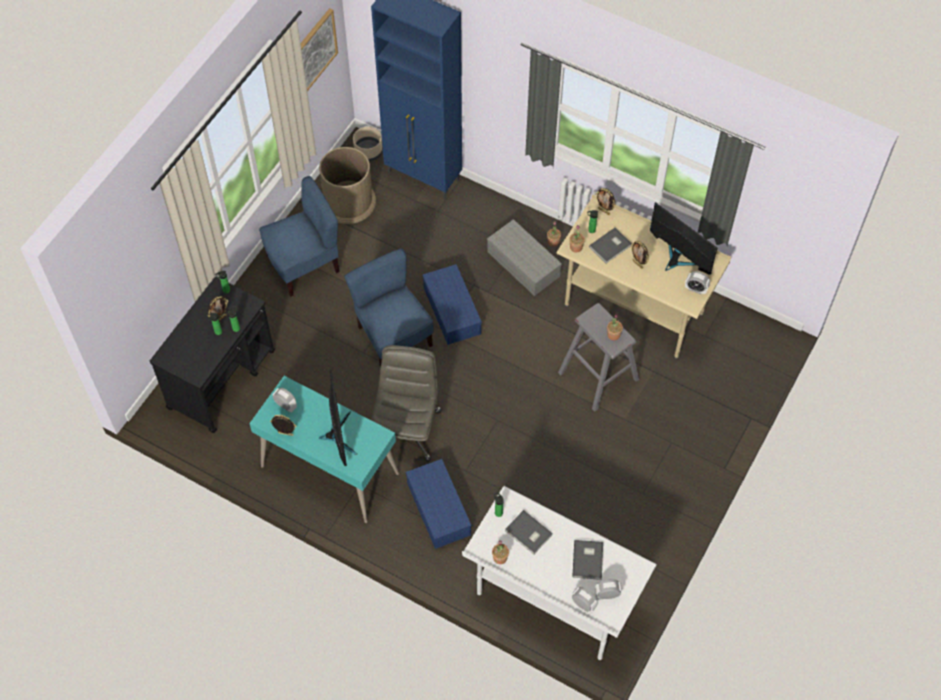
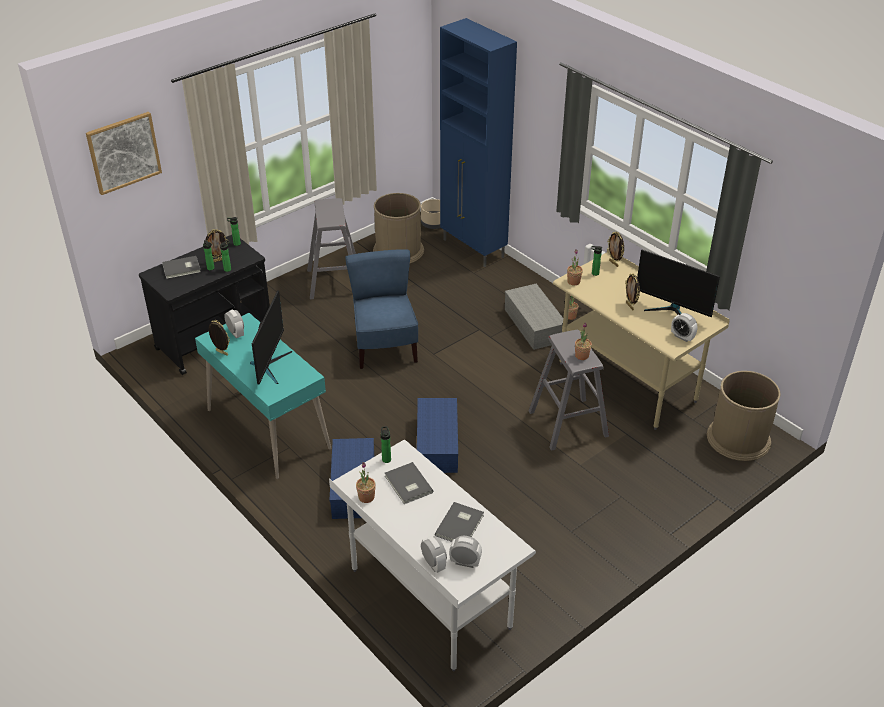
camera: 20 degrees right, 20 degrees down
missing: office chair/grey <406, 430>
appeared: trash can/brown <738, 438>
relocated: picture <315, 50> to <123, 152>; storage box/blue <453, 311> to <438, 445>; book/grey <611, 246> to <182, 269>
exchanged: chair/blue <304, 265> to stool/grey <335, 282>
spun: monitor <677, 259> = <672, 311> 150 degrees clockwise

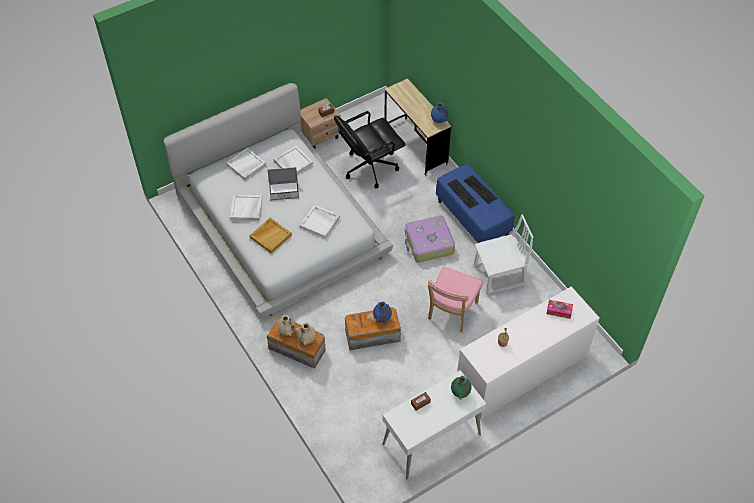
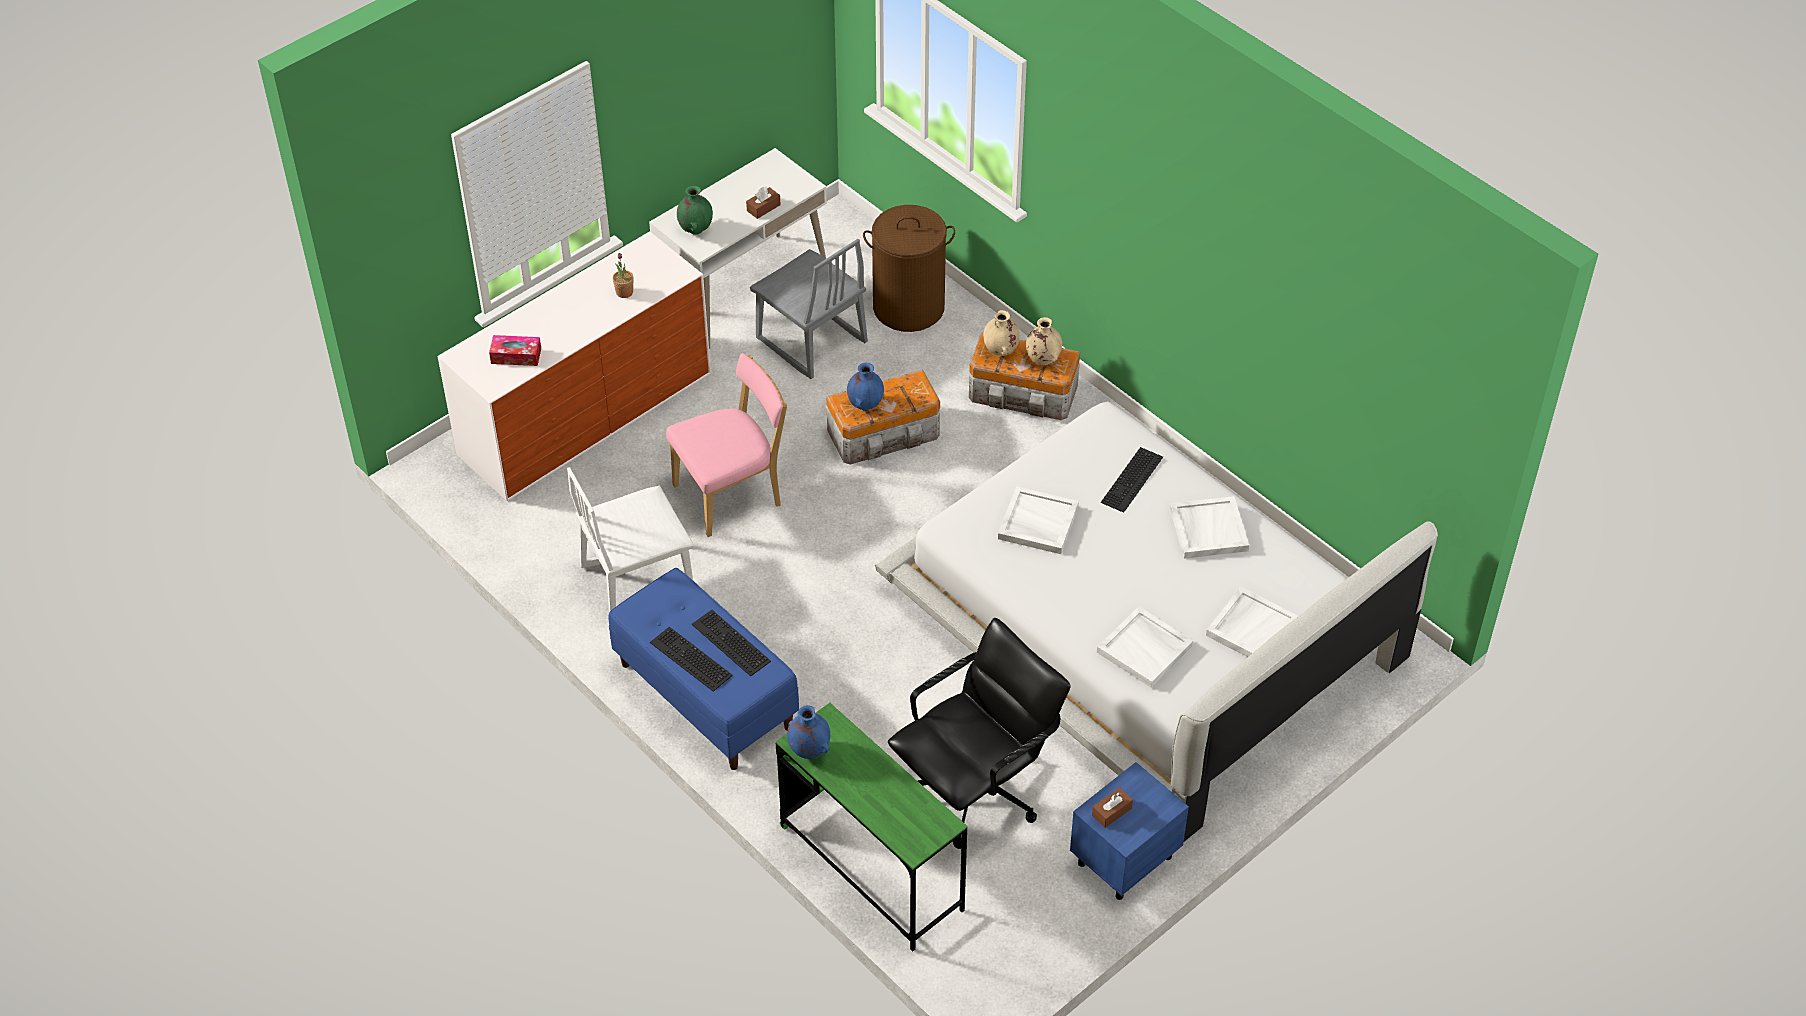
camera: 170 degrees right, 5 degrees down
missing: laptop <284, 190>; suitcase <428, 244>
appeared: chair/grey <810, 341>; laundry basket/brown <909, 307>
exchanged: tray/beige <270, 236> to keyboard <1133, 481>
colour: nightstand/beige <320, 136> to nightstand/blue <1123, 860>; desk/beige <415, 146> to desk/green <871, 868>
spun: chair/pink <451, 313> = <732, 494> 45 degrees clockwise

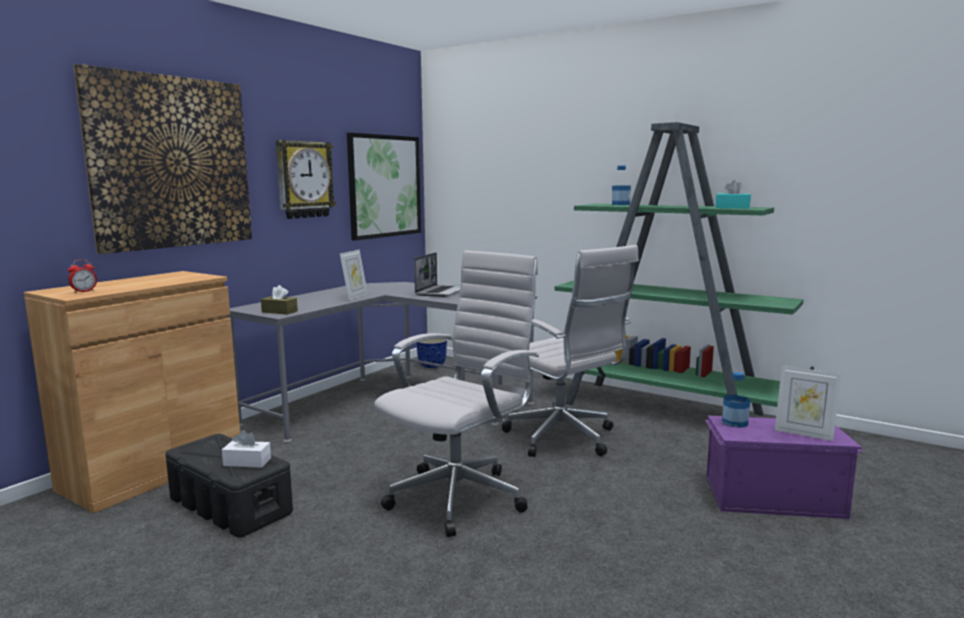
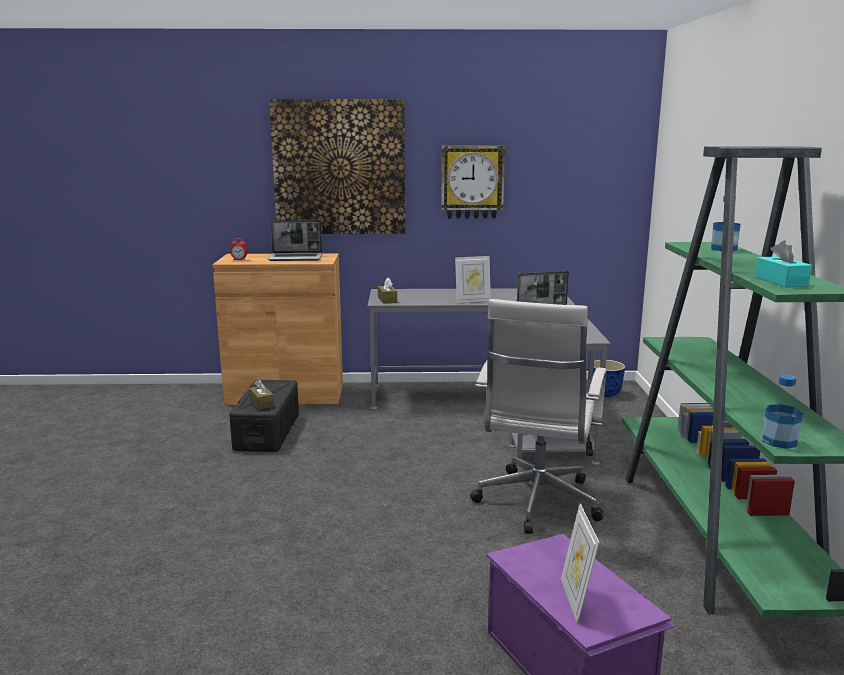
camera: 55 degrees right, 5 degrees up
missing: picture <384, 186>; office chair/white <461, 496>
appeared: laptop <296, 258>
relocated: bottle <734, 422> to <779, 441>
colour: tissue box/white <247, 462> to tissue box/brown <262, 403>

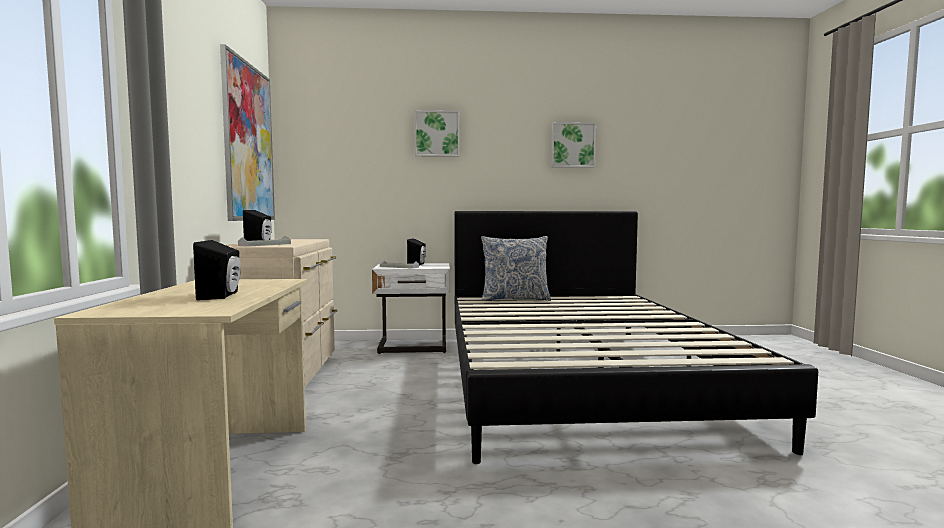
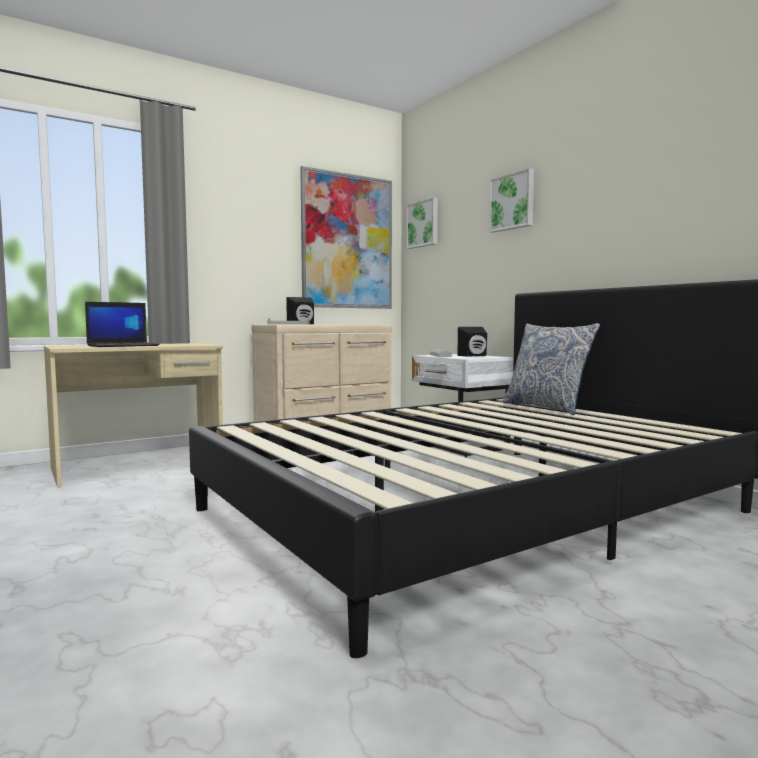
camera: 60 degrees right, 0 degrees up
relocated: picture <572, 145> to <423, 224>
exchanged: speaker/black <222, 295> to laptop <123, 345>

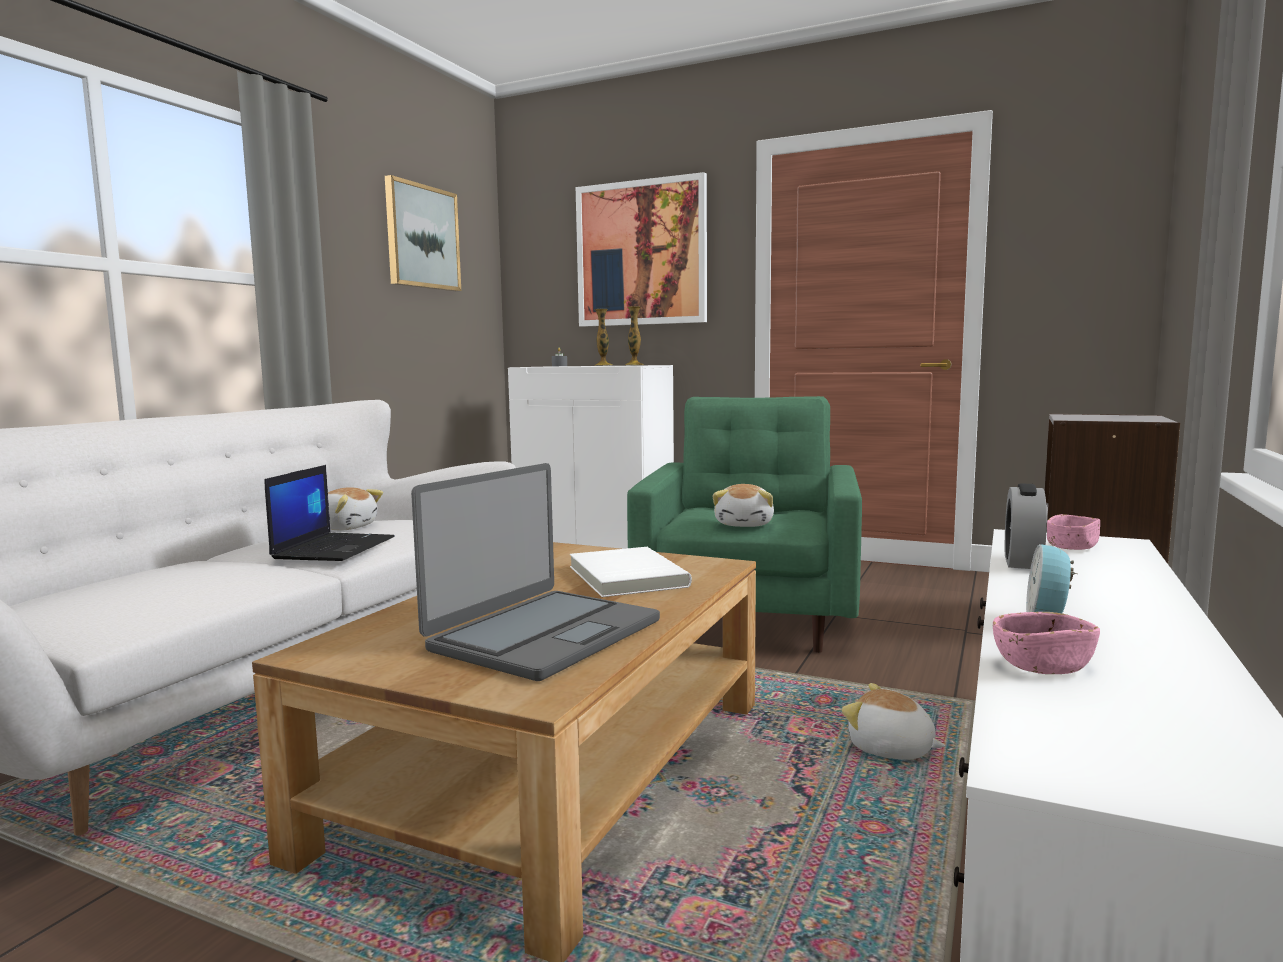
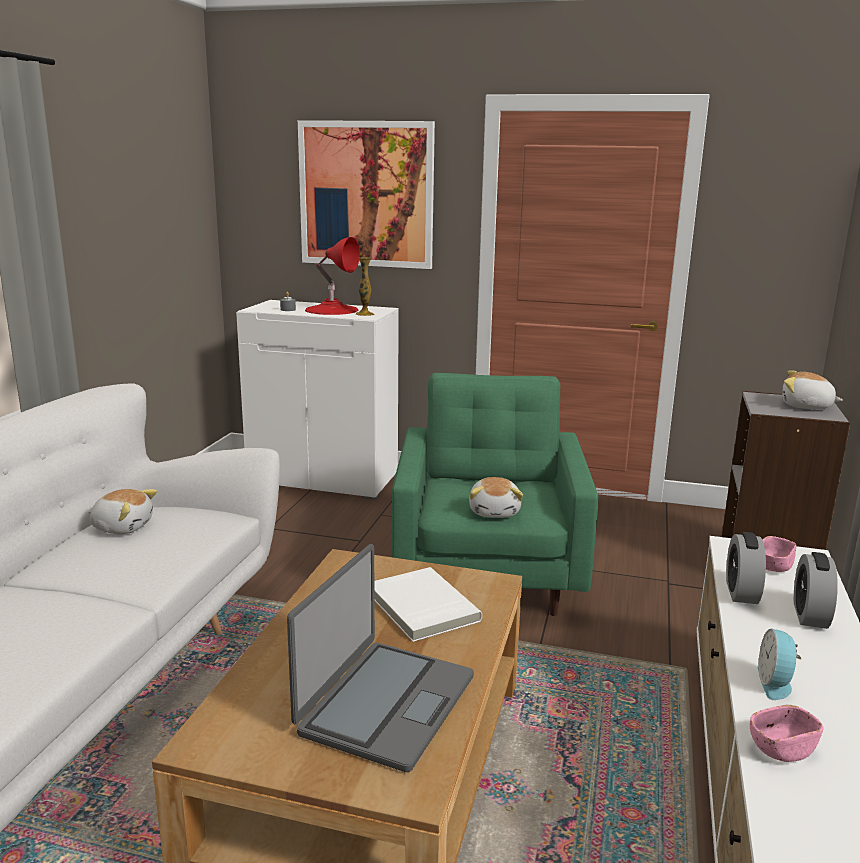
camera: 10 degrees left, 10 degrees up
missing: laptop <334, 548>; picture <422, 237>
appeared: alarm clock <810, 615>
relocated: plush toy <890, 749> to <806, 406>
exchanged: vase <603, 365> to table lamp/red <332, 310>

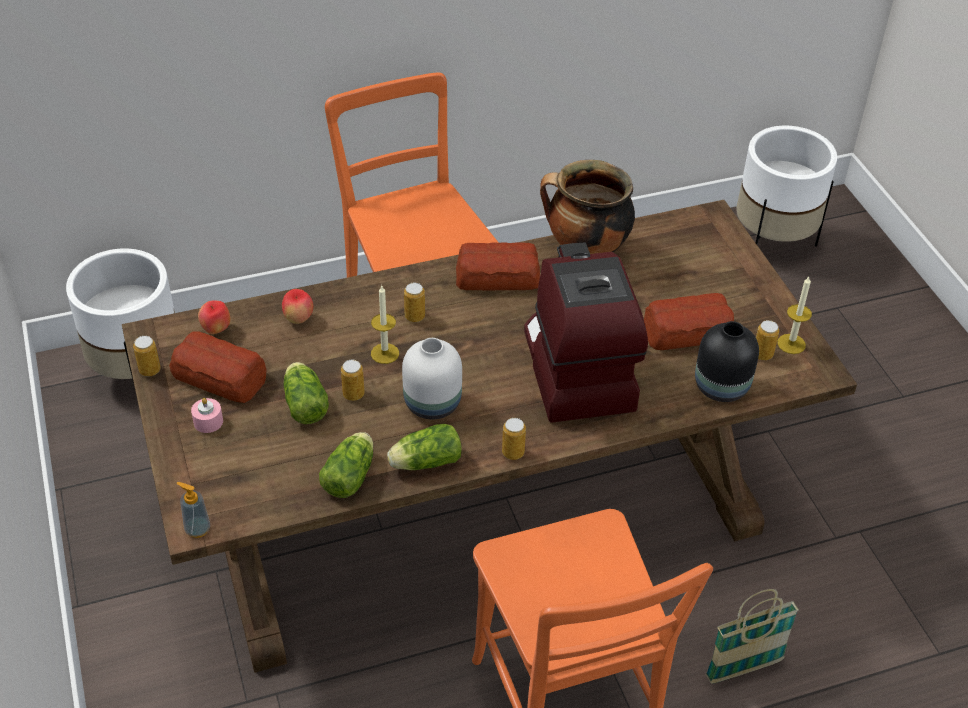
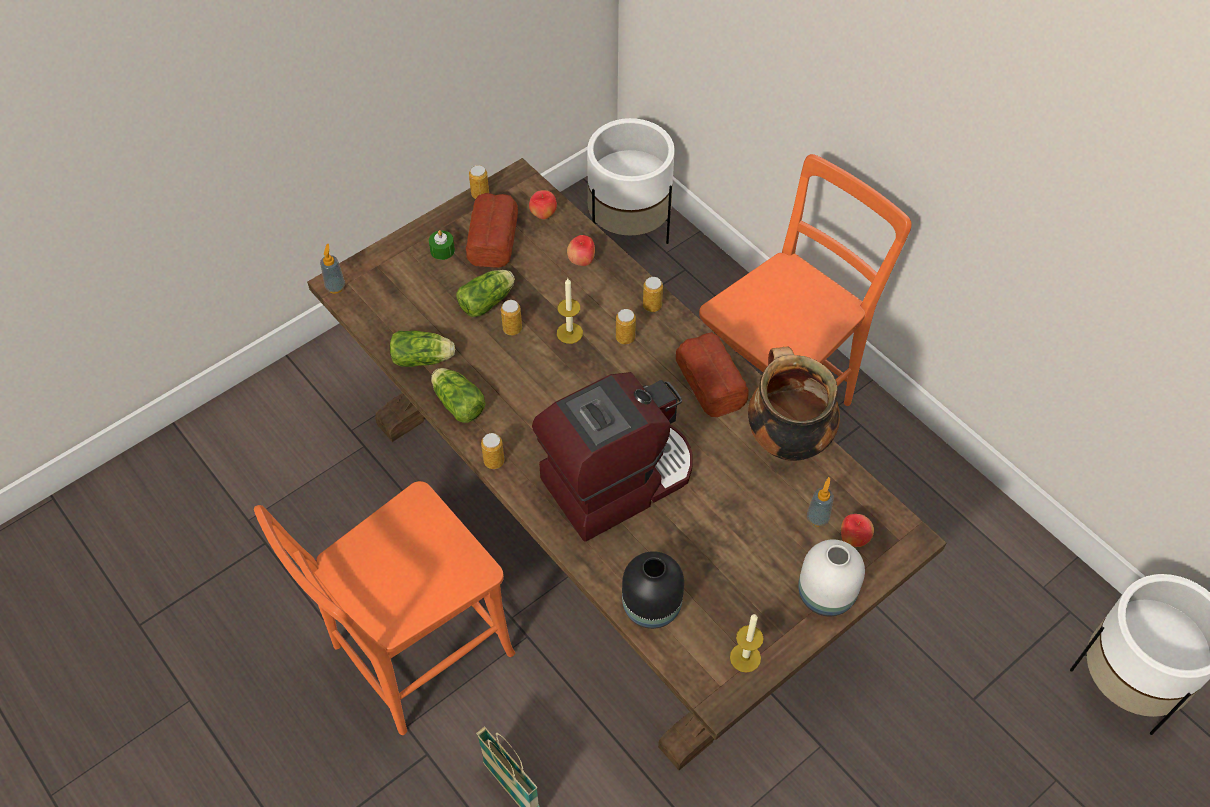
camera: 70 degrees right, 10 degrees up
missing: bread <689, 331>
appeared: soap dispenser <817, 518>; apple <853, 539>
relocated: vase/white <434, 404> to <826, 596>; can <762, 354> to <652, 306>
colour: candle/pink <208, 422> to candle/green <442, 250>

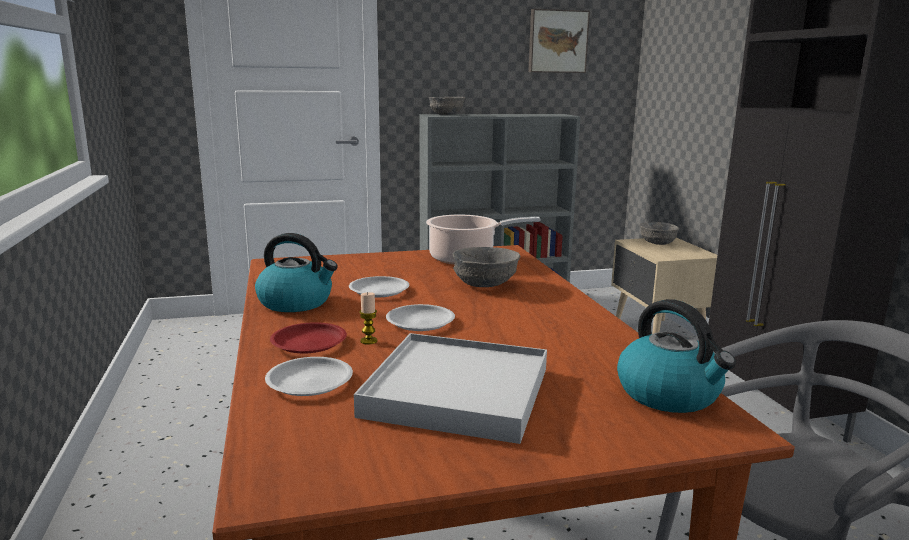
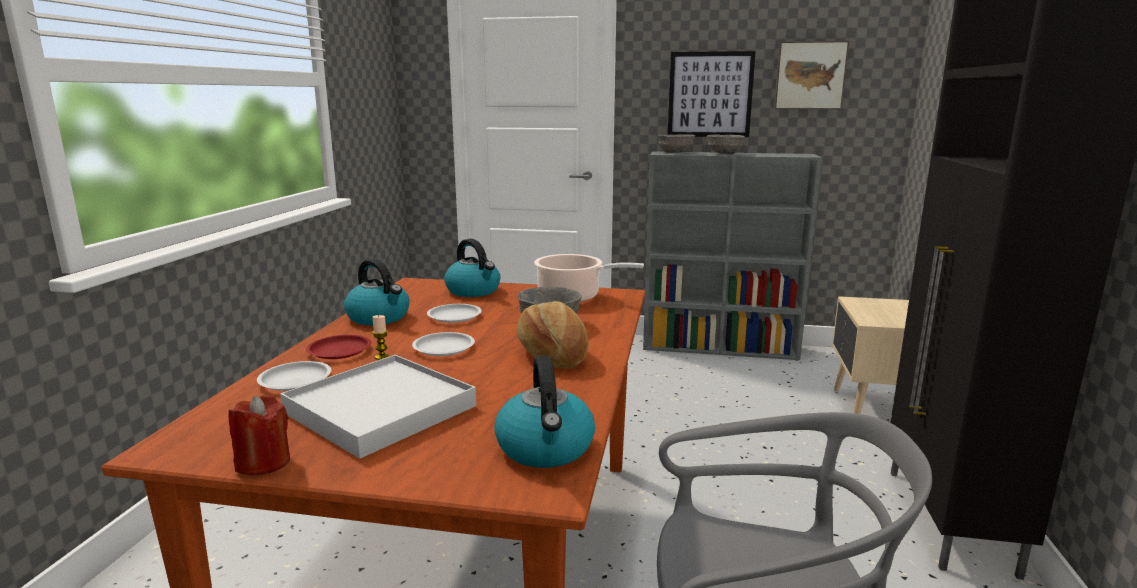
camera: 25 degrees right, 0 degrees up
appeared: candle/red <263, 462>; kettle <474, 291>; bread <553, 355>; picture <710, 94>
relocated: bowl/grey <657, 243> to <724, 153>

